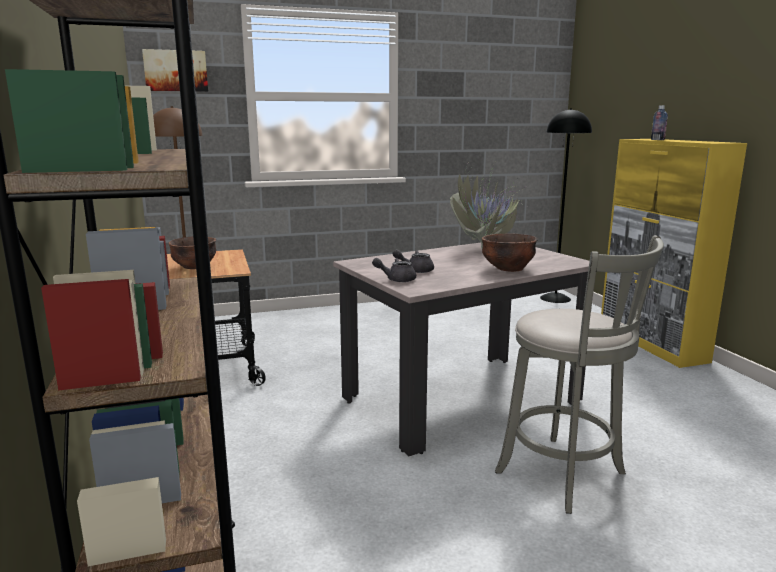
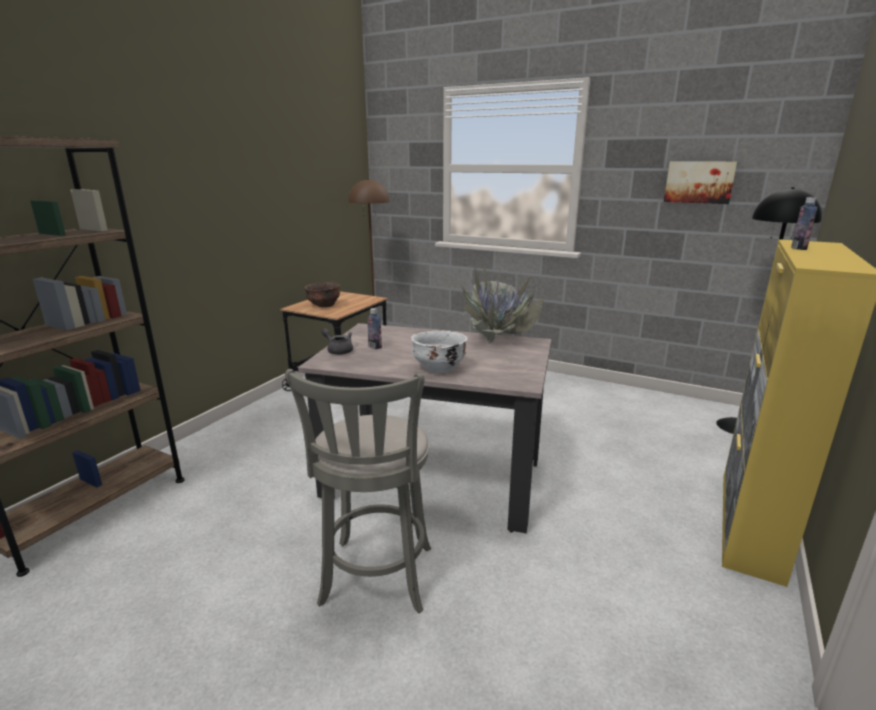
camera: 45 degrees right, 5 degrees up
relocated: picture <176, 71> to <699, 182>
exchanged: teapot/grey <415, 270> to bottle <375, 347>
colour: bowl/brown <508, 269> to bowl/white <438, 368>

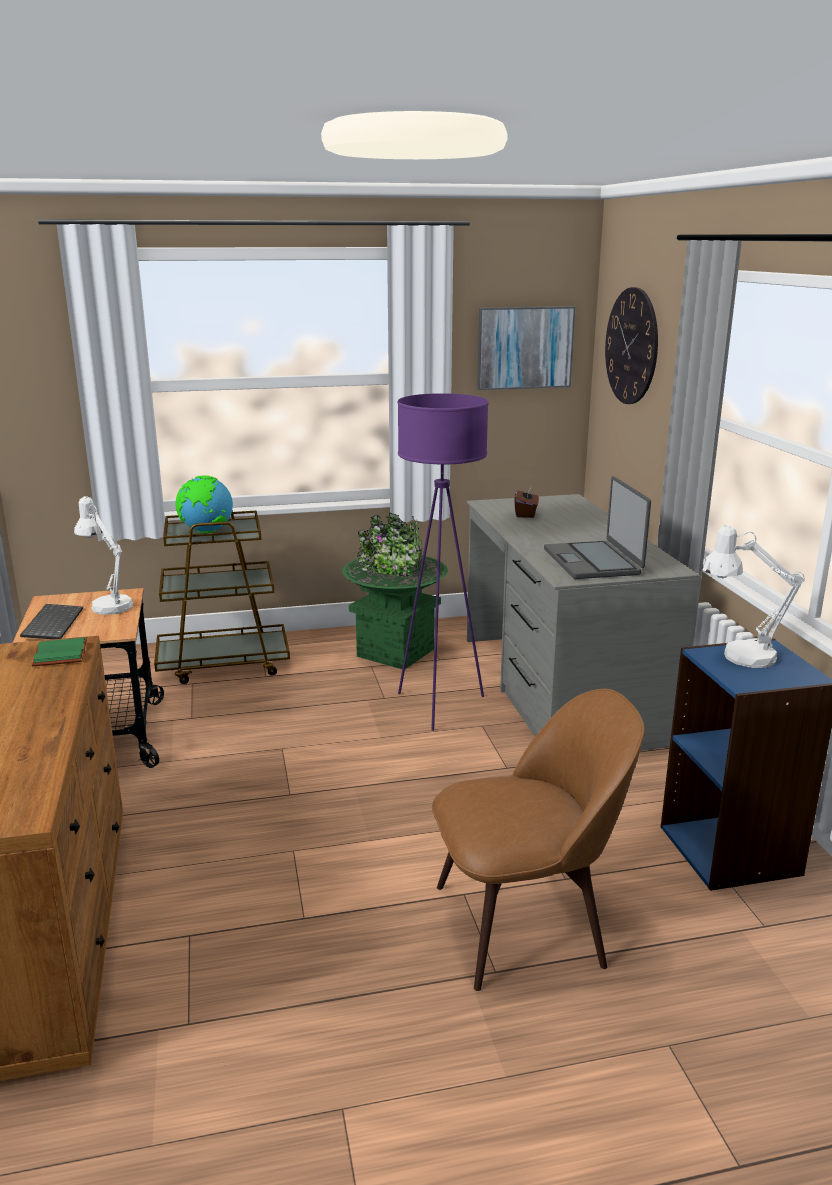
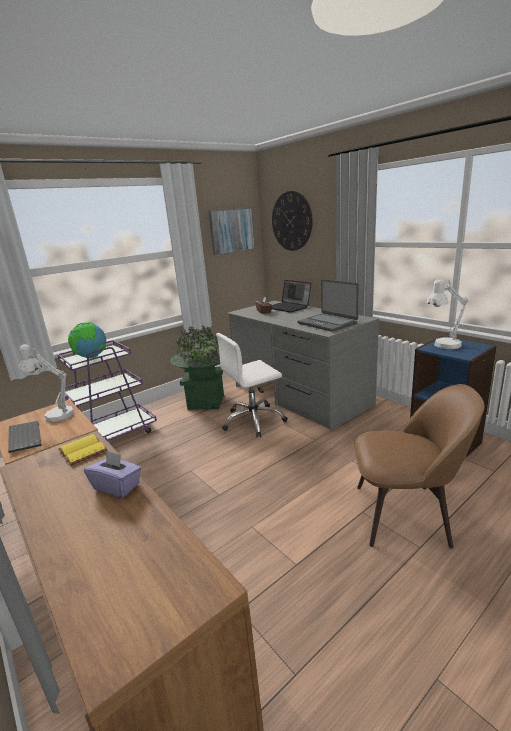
camera: 25 degrees left, 0 degrees up
appeared: tissue box/purple <117, 486>; laptop <289, 307>
exchanged: floor lamp/purple <439, 706> to office chair/white <253, 421>
colour: book/green <58, 654> to book/yellow <81, 451>; cart/brown <224, 664> to cart/purple <114, 435>
spun: chair/brown <526, 923> = <405, 514> 45 degrees clockwise

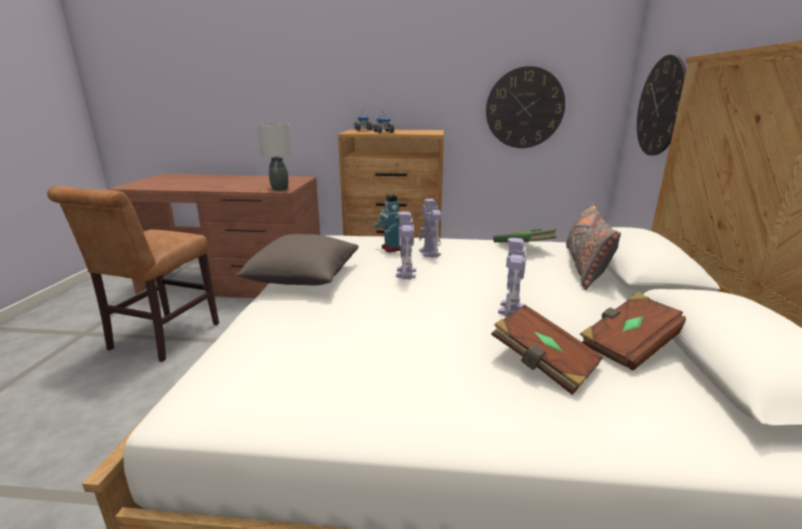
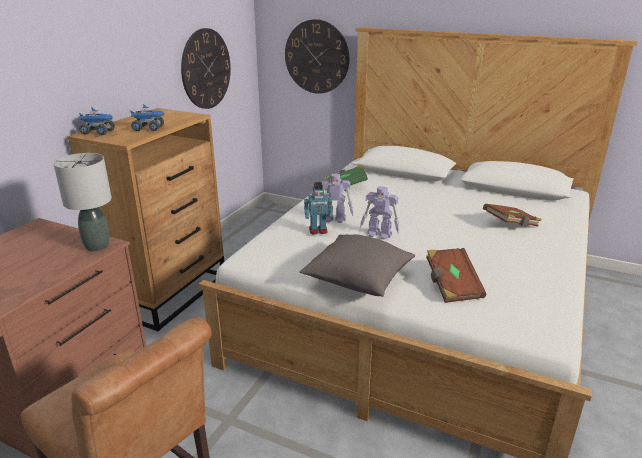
camera: 70 degrees left, 5 degrees up
missing: toy robot <511, 310>; pillow/grey <585, 267>
relocated: book/brown <629, 345> to <452, 286>

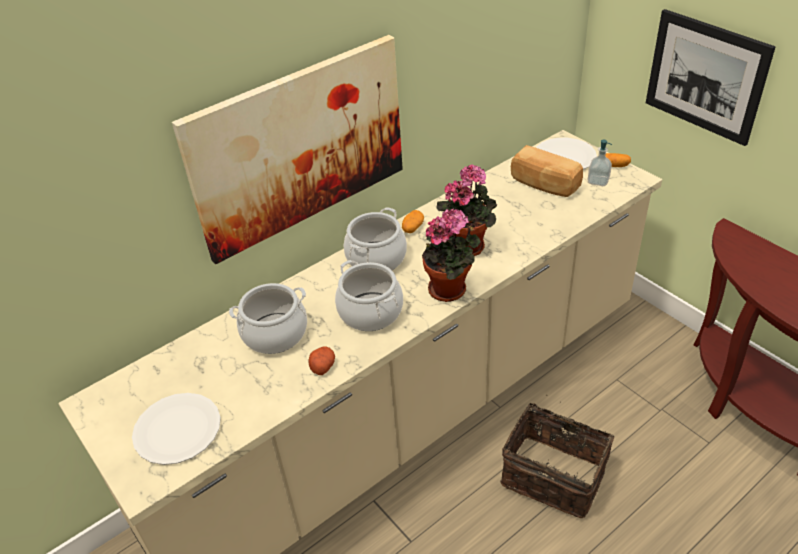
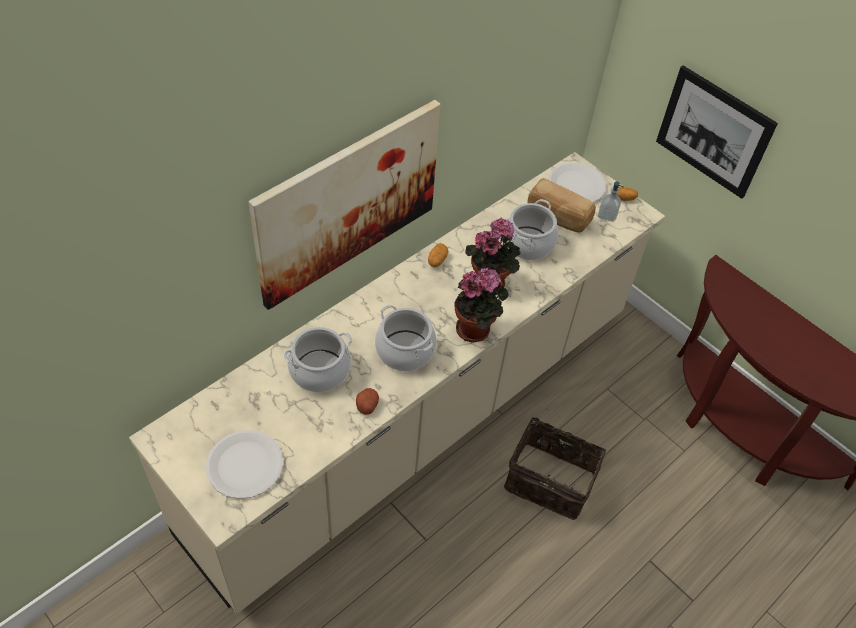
camera: 10 degrees left, 10 degrees up
relocated: cooking pot <376, 258> to <528, 243>

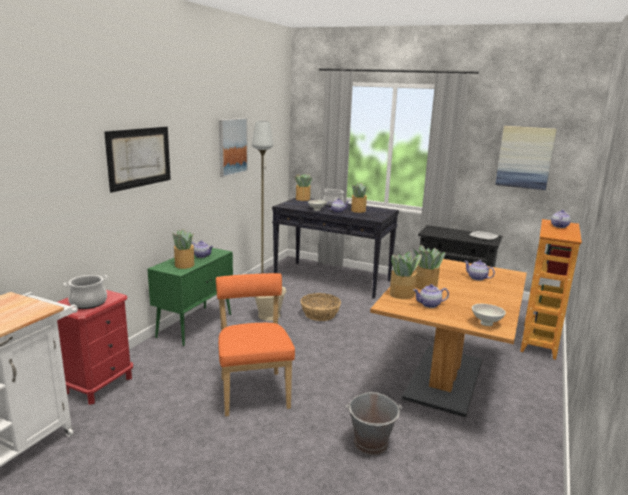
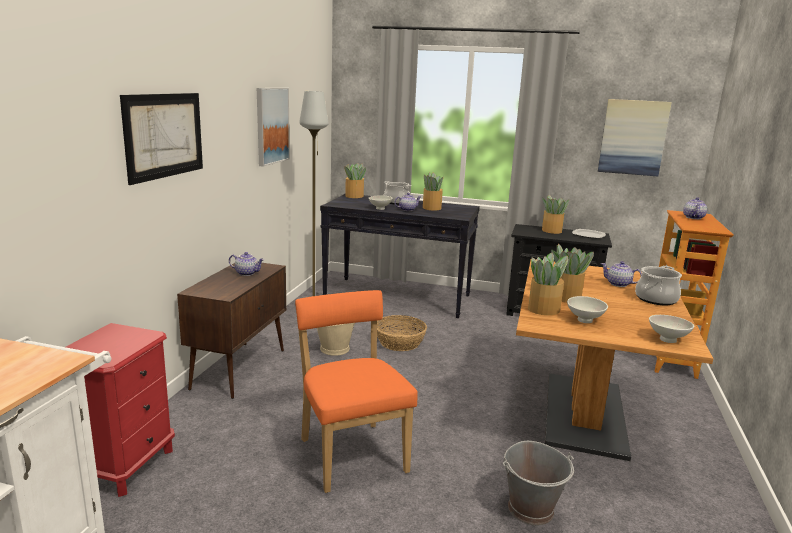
camera: 10 degrees left, 0 degrees up
relocated: cooking pot <88, 303> to <656, 299>; potted plant <184, 265> to <552, 231>
exchanged: teapot <429, 305> to bowl/white <585, 321>
colour: cabinet/green <195, 325> to cabinet/brown <239, 368>

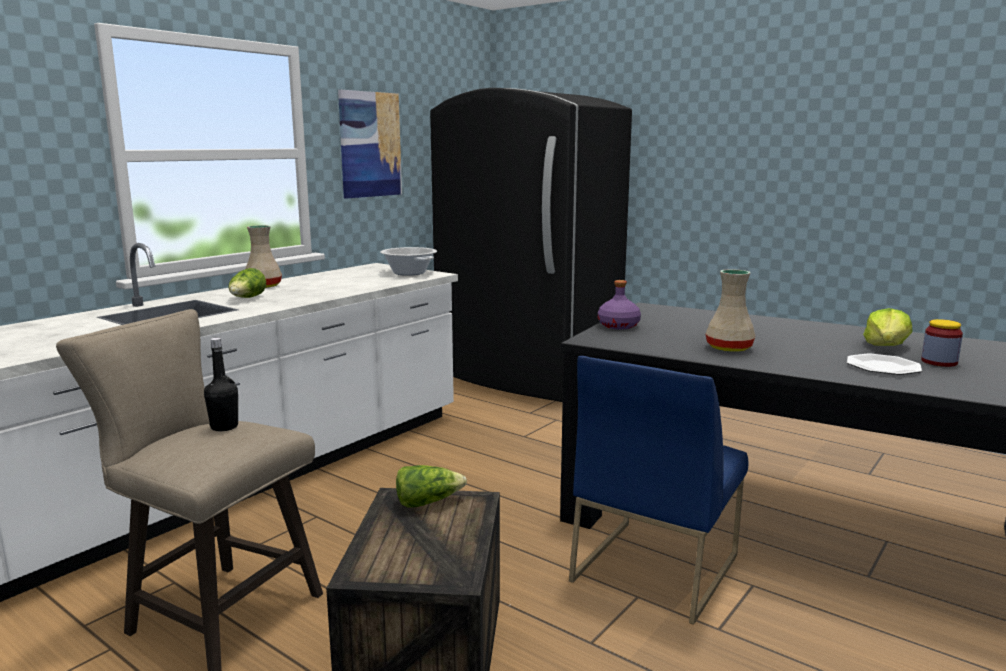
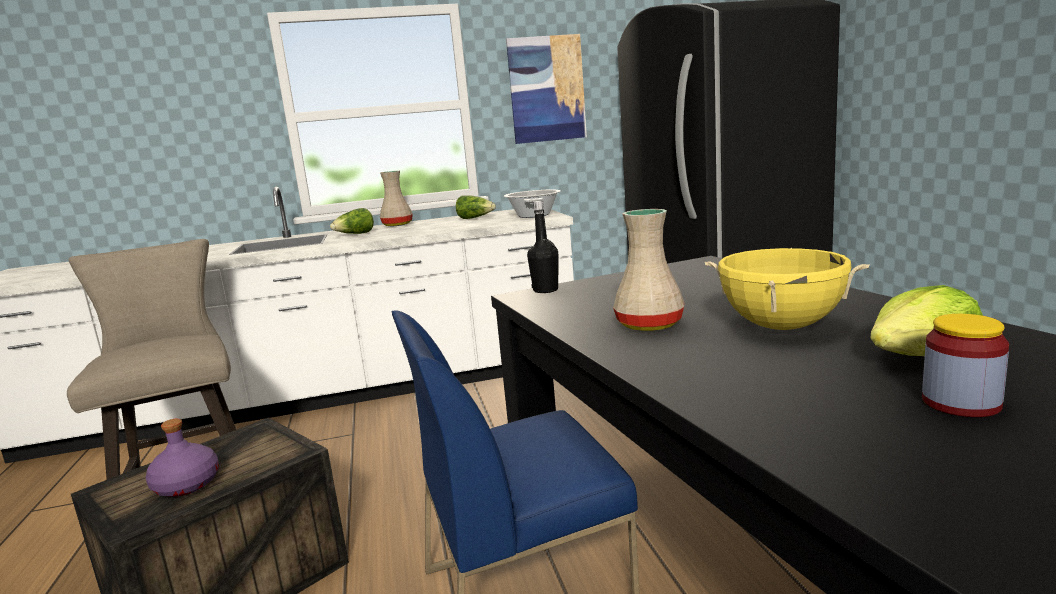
camera: 40 degrees right, 0 degrees up
missing: plate <882, 367>
appeared: cooking pot/yellow <781, 326>
relocated: bottle/black <224, 427> to <545, 290>; lettuce <428, 502> to <475, 218>; bottle/purple <618, 326> to <186, 485>

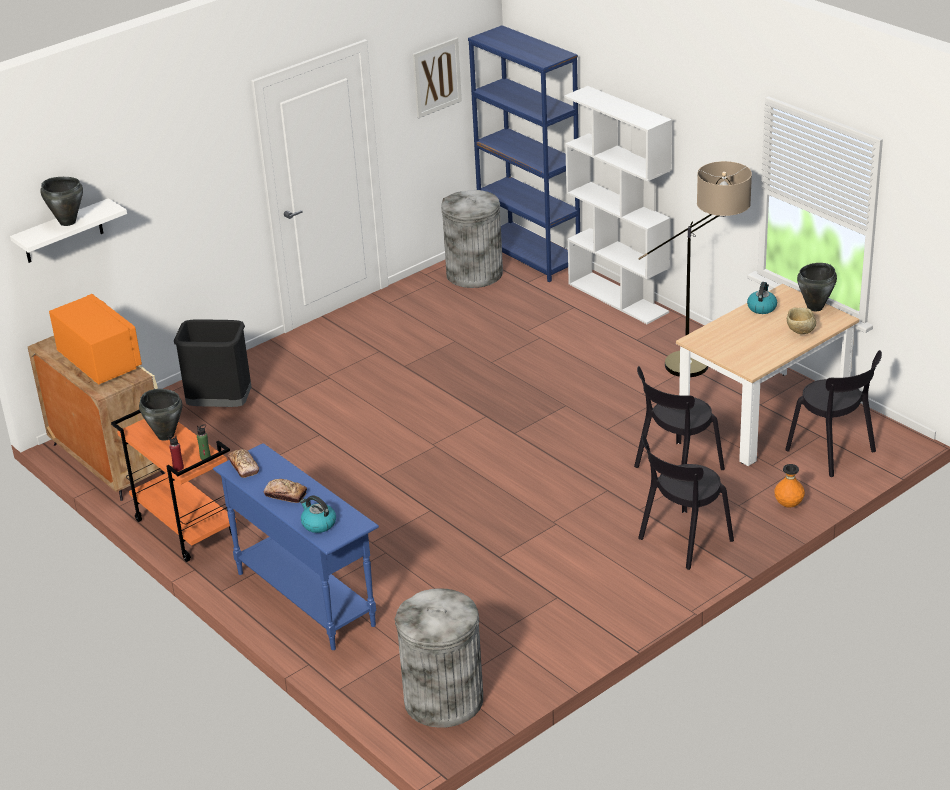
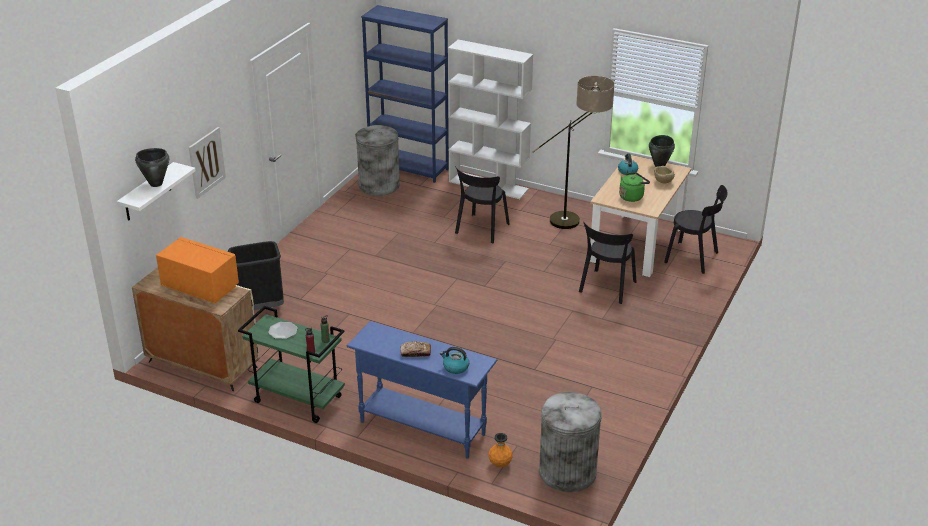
camera: 25 degrees left, 0 degrees up
missing: bread <244, 467>
appeared: kettle/green <632, 196>
relocated: picture <436, 77> to <206, 162>; chair/black <682, 541> to <481, 230>; vase/orange <788, 505> to <500, 464>
exchanged: cooking pot/black <166, 435> to plate <283, 331>
colour: cart/orange <184, 528> to cart/green <296, 399>

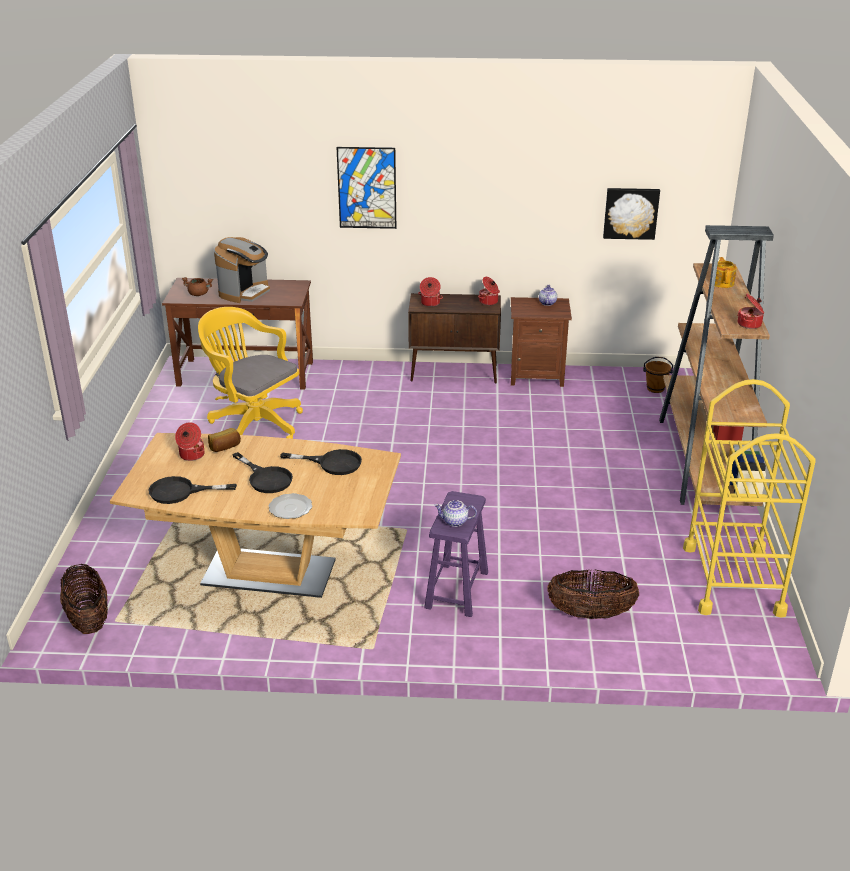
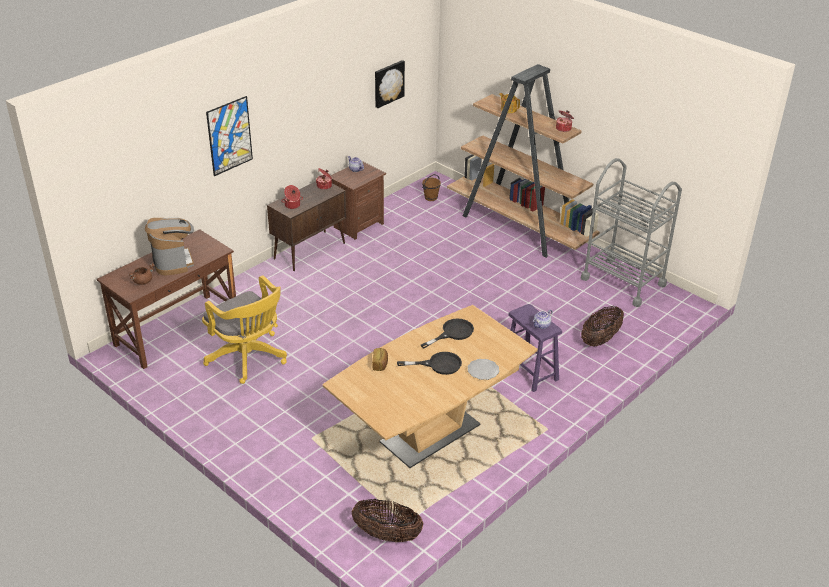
camera: 50 degrees left, 5 degrees up
missing: frying pan/black <180, 492>; cooking pot <191, 455>
colour: cart/yellow <732, 580> to cart/grey <623, 281>
spun: office chair/yellow <253, 423> = <249, 358> 120 degrees counterclockwise

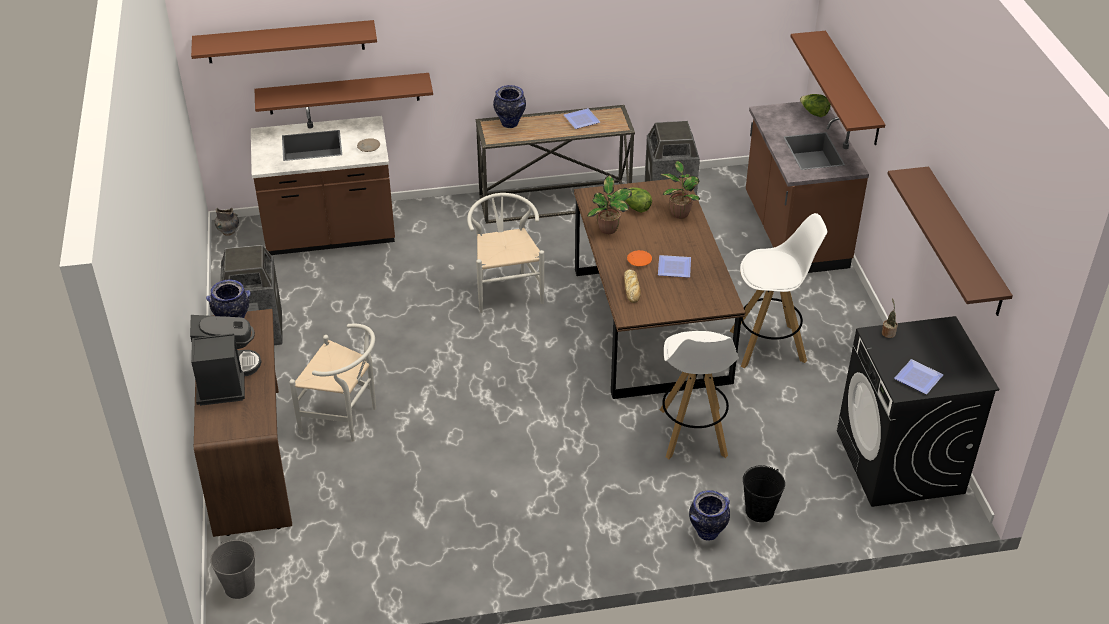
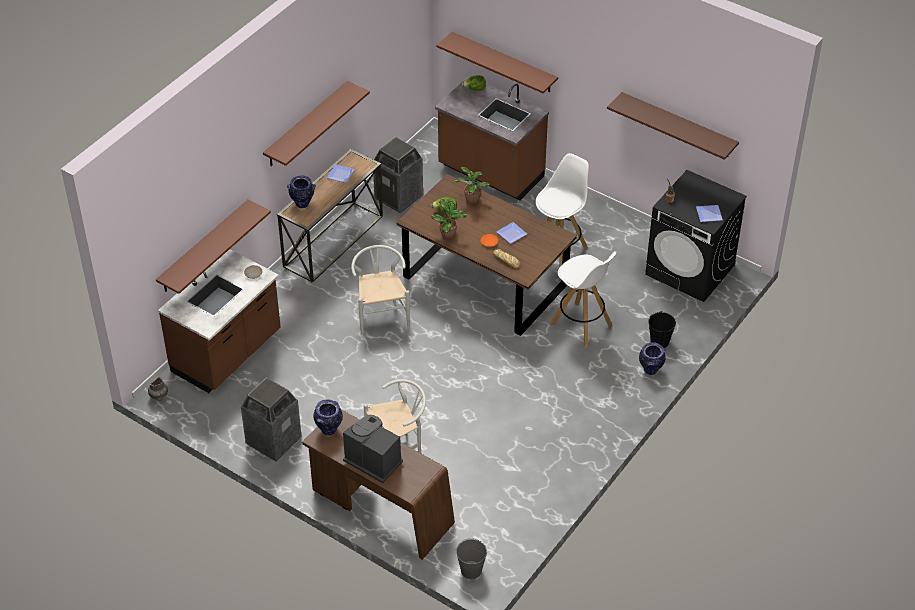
camera: 45 degrees left, 5 degrees up
relocated: shelf/brown <285, 41> to <306, 125>
spun: chair/white <506, 289> = <381, 314> 45 degrees clockwise

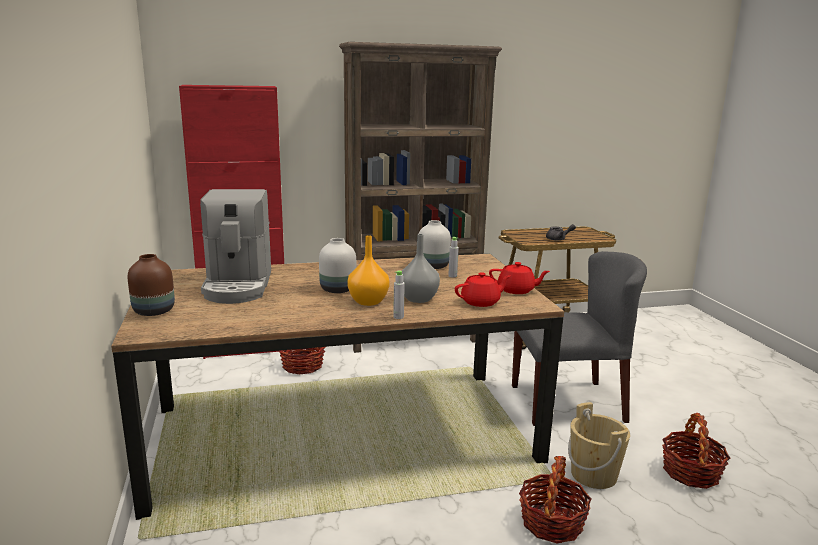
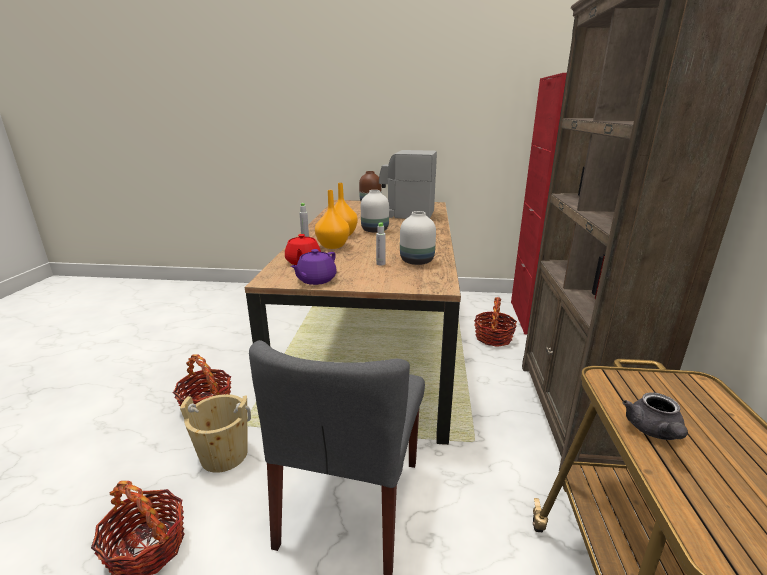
camera: 110 degrees right, 5 degrees up
colour: vase/grey <419, 299> to vase/orange <333, 246>; teapot/red <517, 290> to teapot/purple <315, 280>

